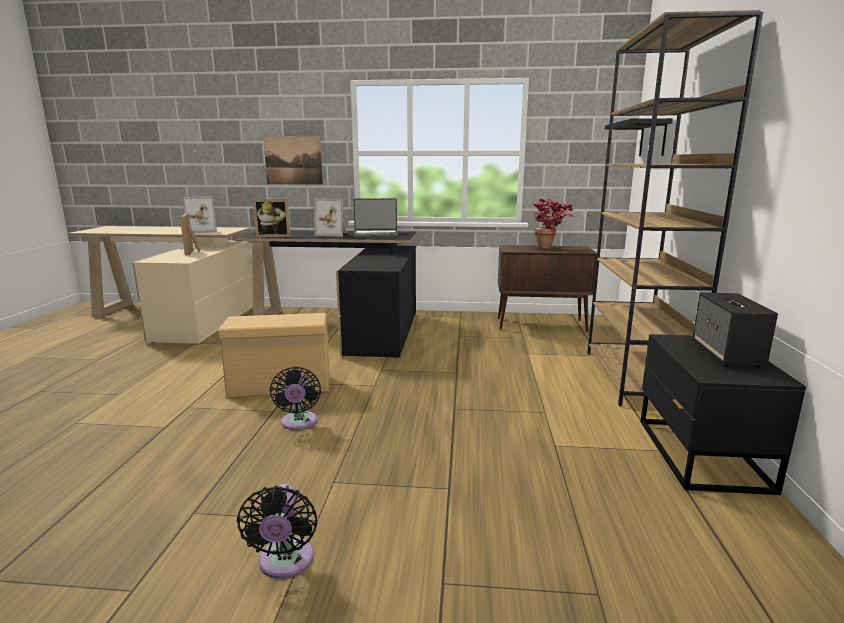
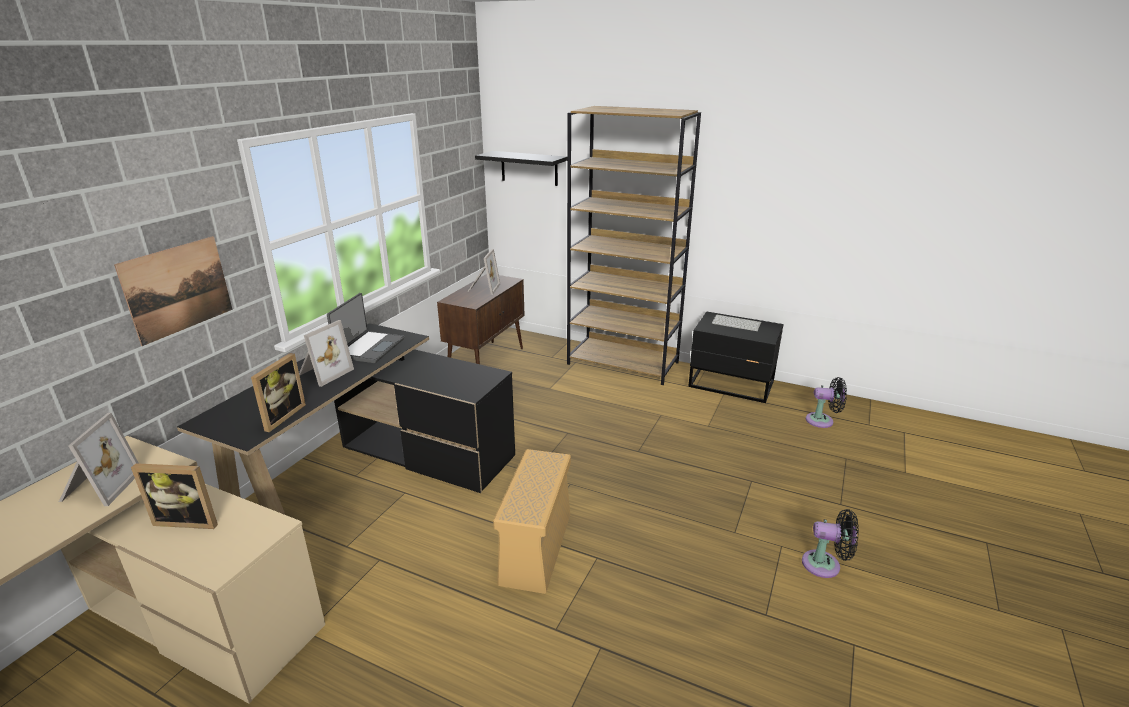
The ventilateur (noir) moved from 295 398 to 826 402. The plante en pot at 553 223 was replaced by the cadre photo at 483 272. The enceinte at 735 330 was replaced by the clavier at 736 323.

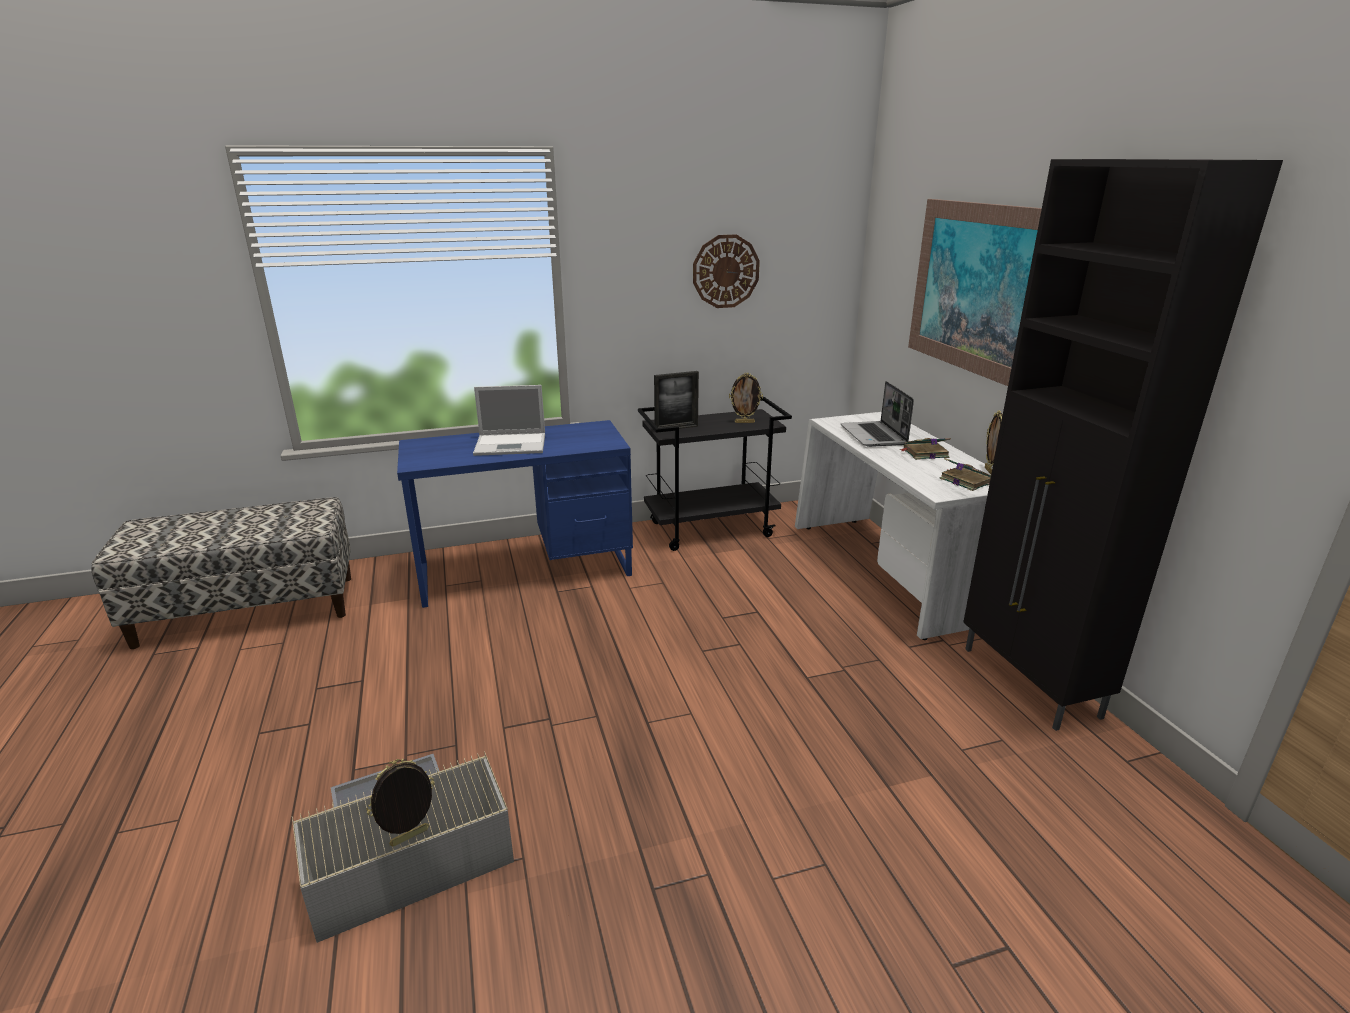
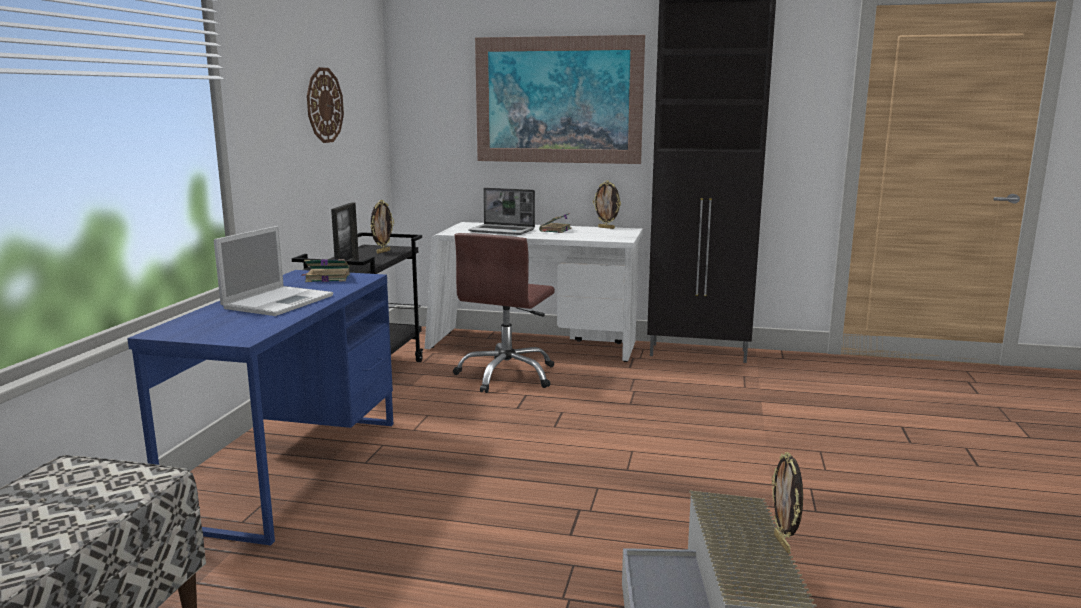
The chaise de bureau (marron) at 504 313 appeared. The livre moved from 965 474 to 326 270.

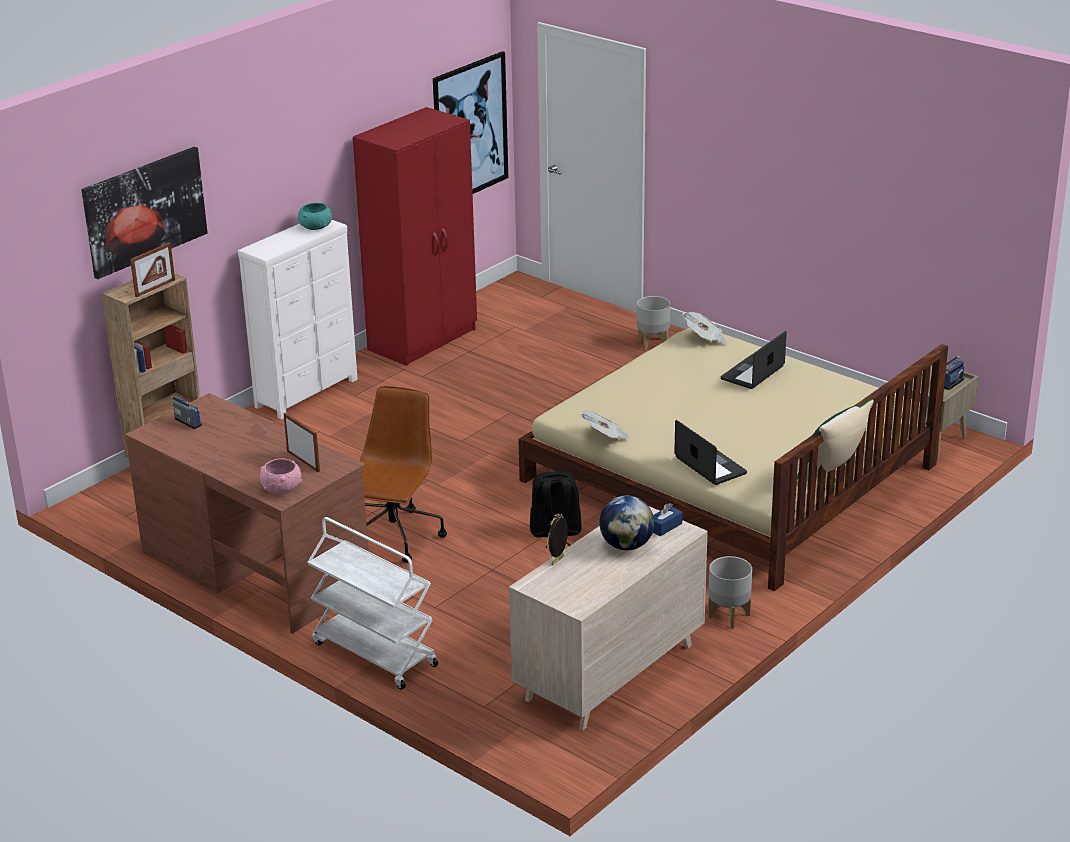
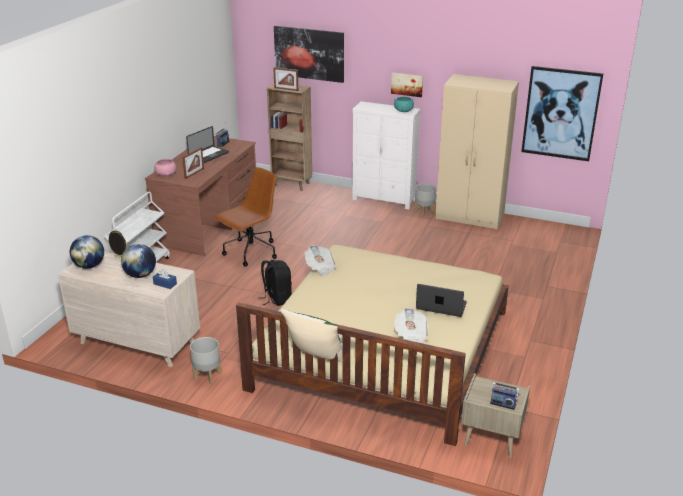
The globe at 87 252 appeared. The tableau at 407 85 appeared. The cache-pot (gris) moved from 653 323 to 425 200. The ordinateur portable moved from 710 452 to 207 144. The journal moved from 704 328 to 411 325. The armoire (rouge) at 415 236 became the armoire (beige) at 477 152. The chaise de bureau (marron) at 403 474 turned 45 degrees counterclockwise.

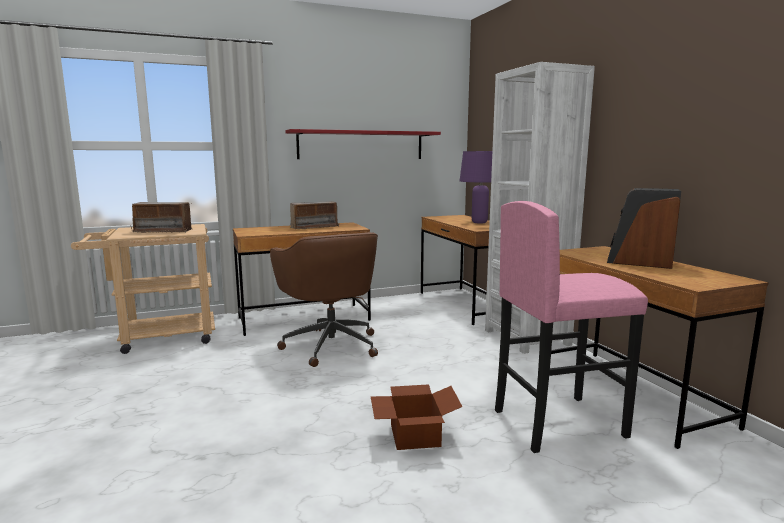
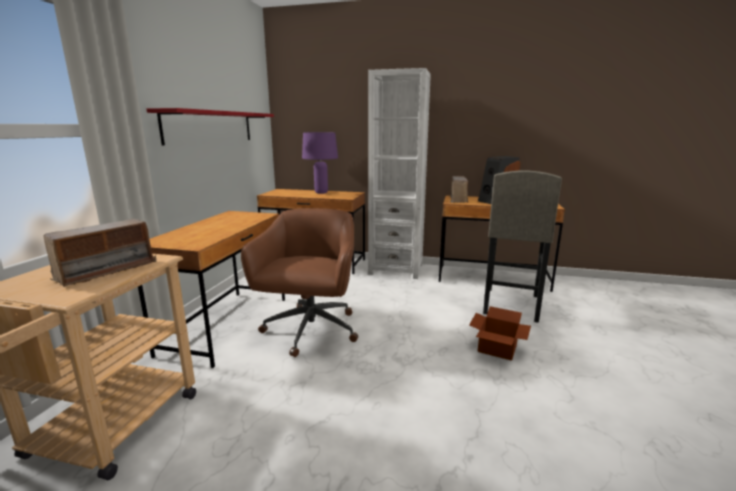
The radio moved from 315 215 to 458 189. The tabouret (rose) at 571 327 became the tabouret (gris) at 522 246. The chaise de bureau (marron) at 324 299 turned 90 degrees counterclockwise.

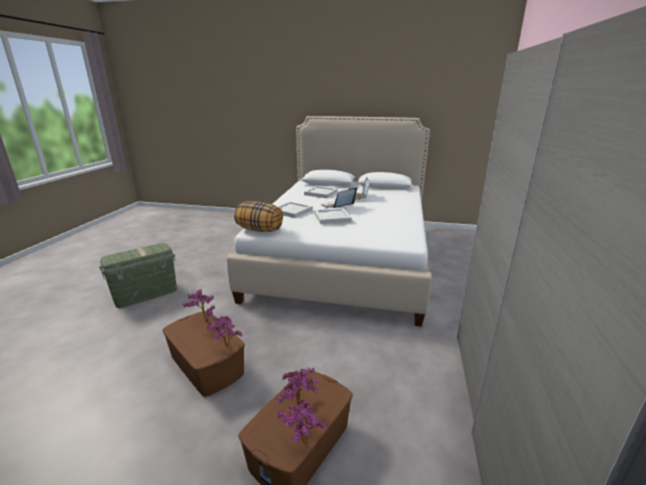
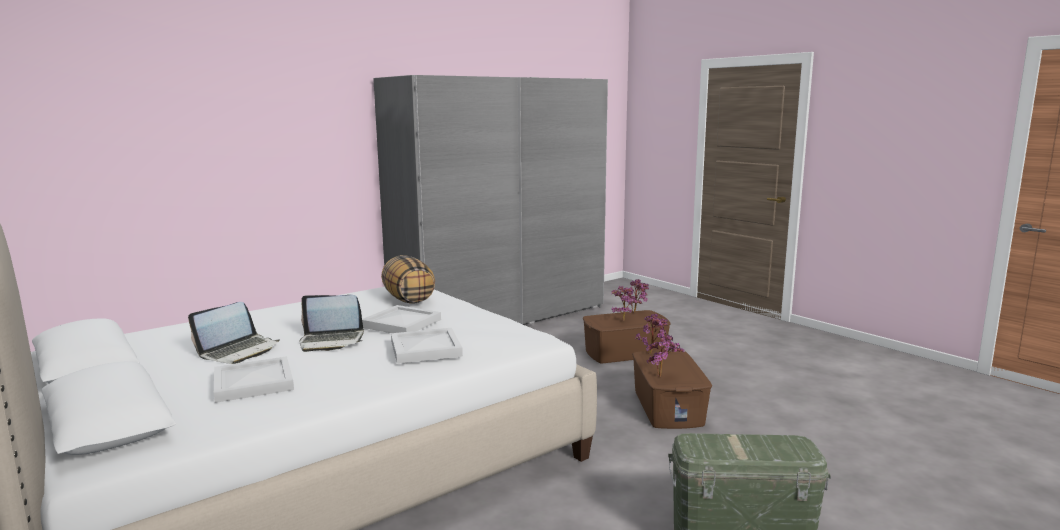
The coussin moved from 258 216 to 408 279.

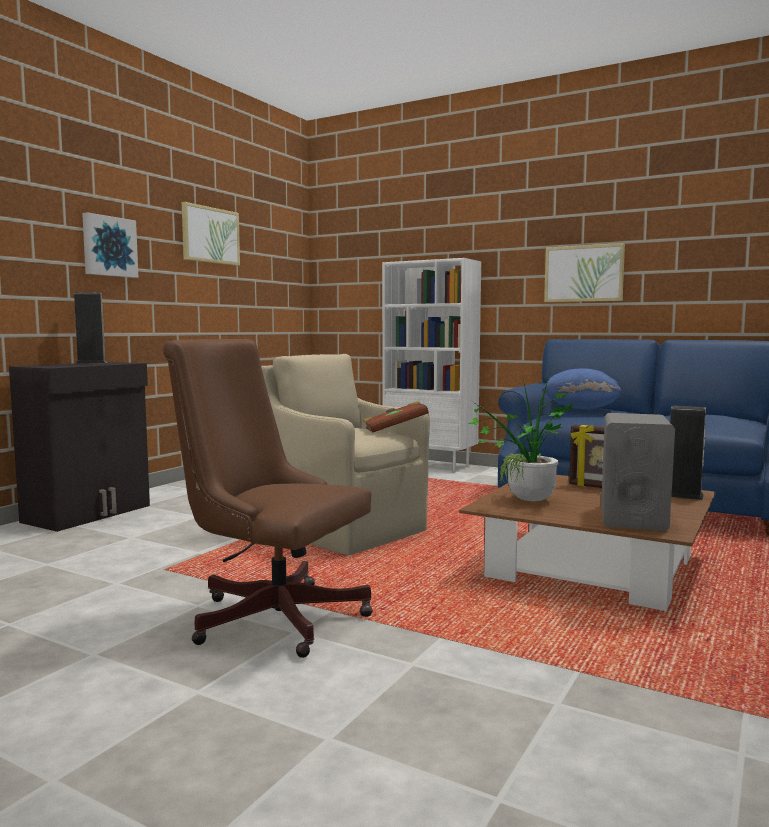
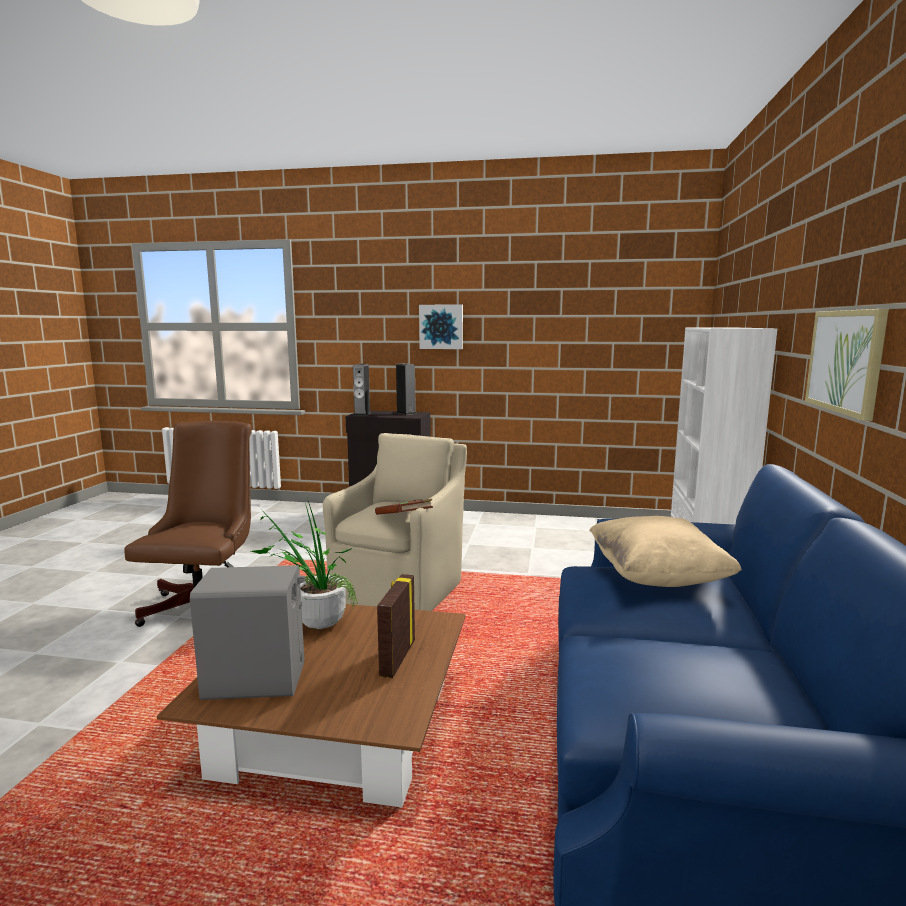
The tableau at 211 234 disappeared. The enceinte moved from 688 452 to 362 390. The coussin (bleu) at 582 389 became the coussin (beige) at 665 551.

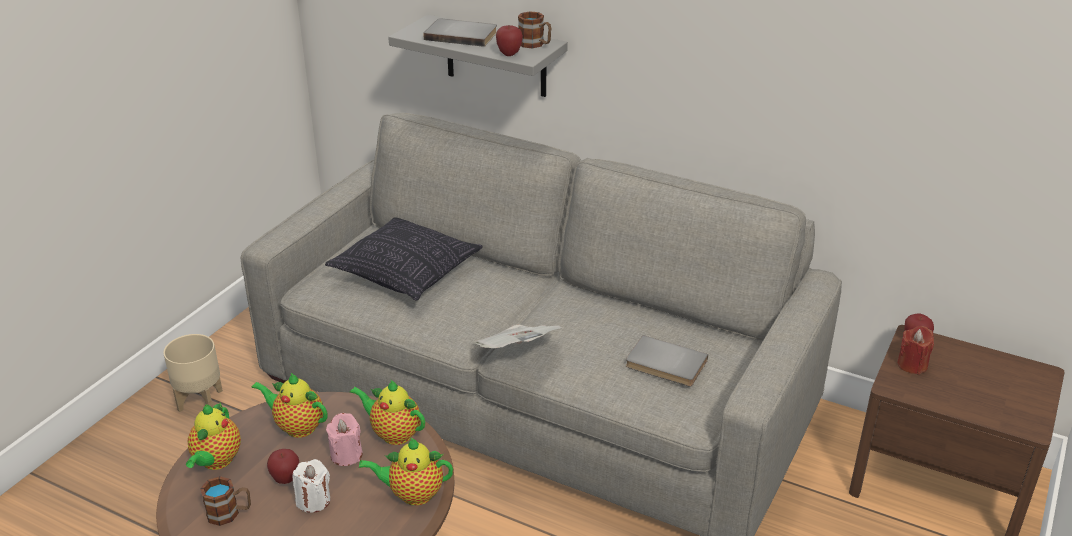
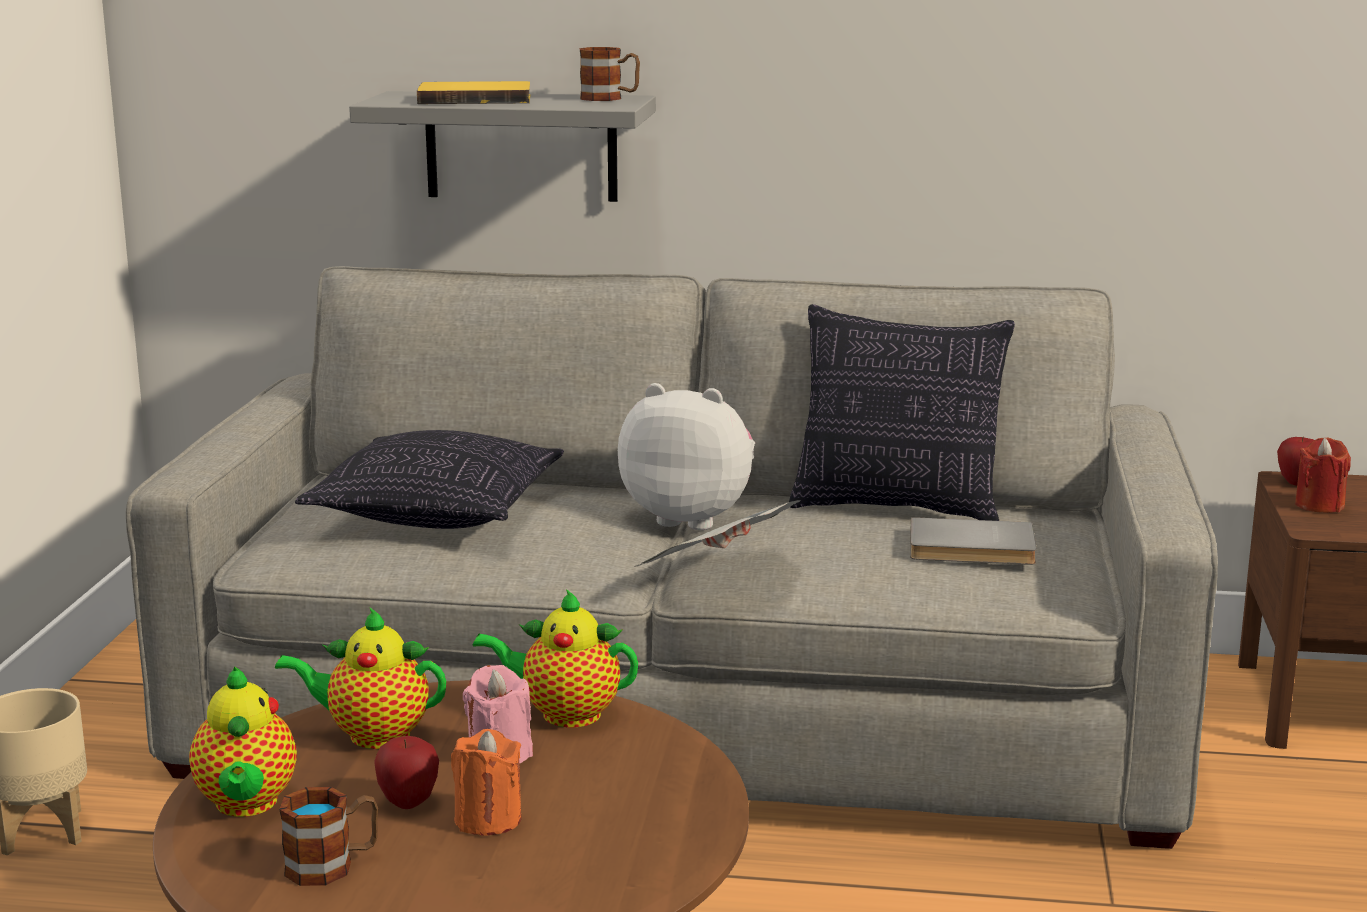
The théière at 406 471 disappeared. The pomme at 509 40 disappeared. The peluche at 686 456 appeared. The coussin at 902 412 appeared. The bougie (blanc) at 311 486 became the bougie (orange) at 486 782. The livre (gris) at 460 33 became the livre (jaune) at 473 92.

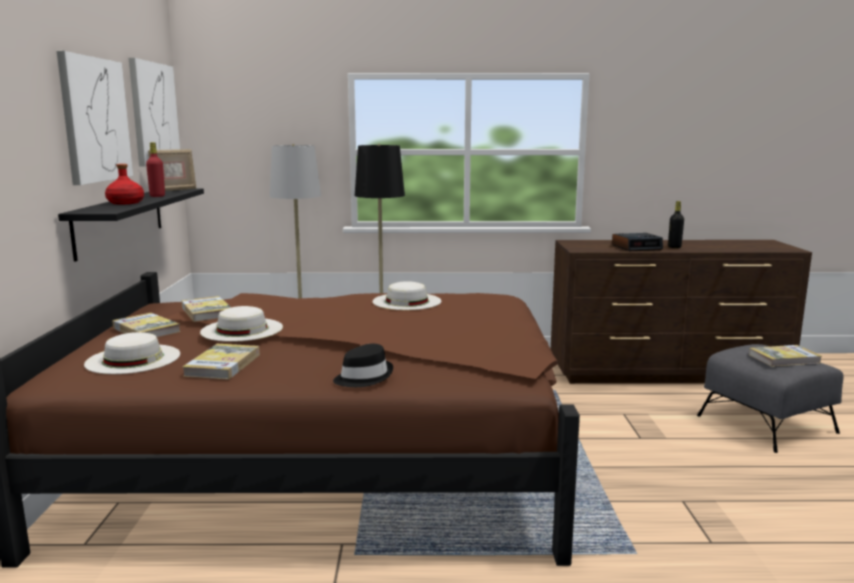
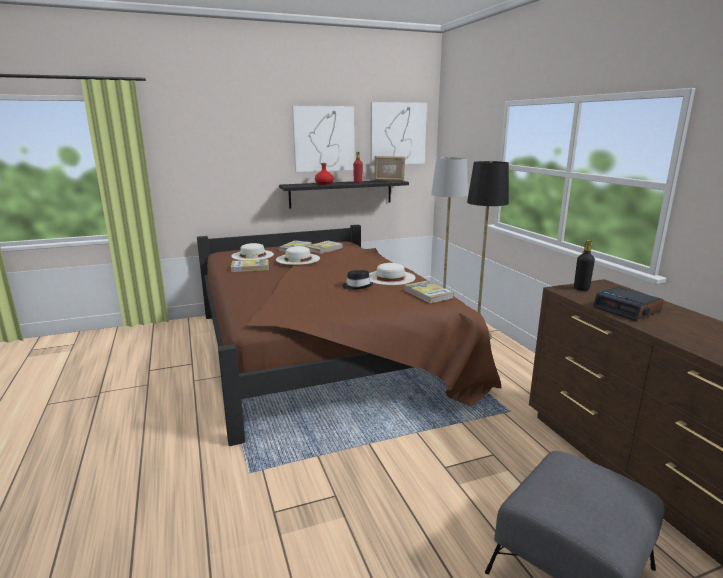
The chapeau (noir) moved from 363 365 to 357 280. The bouteille (noir) moved from 676 224 to 584 265. The livre moved from 785 356 to 429 292.

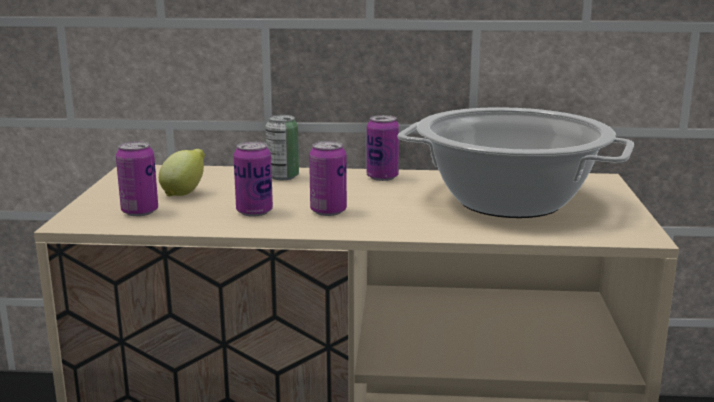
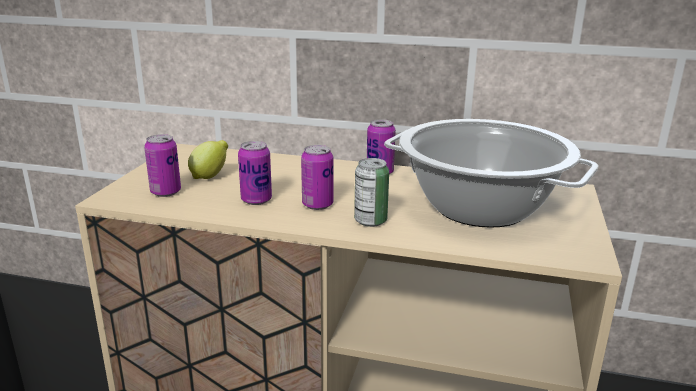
The boîte métallique moved from 282 147 to 371 192.

